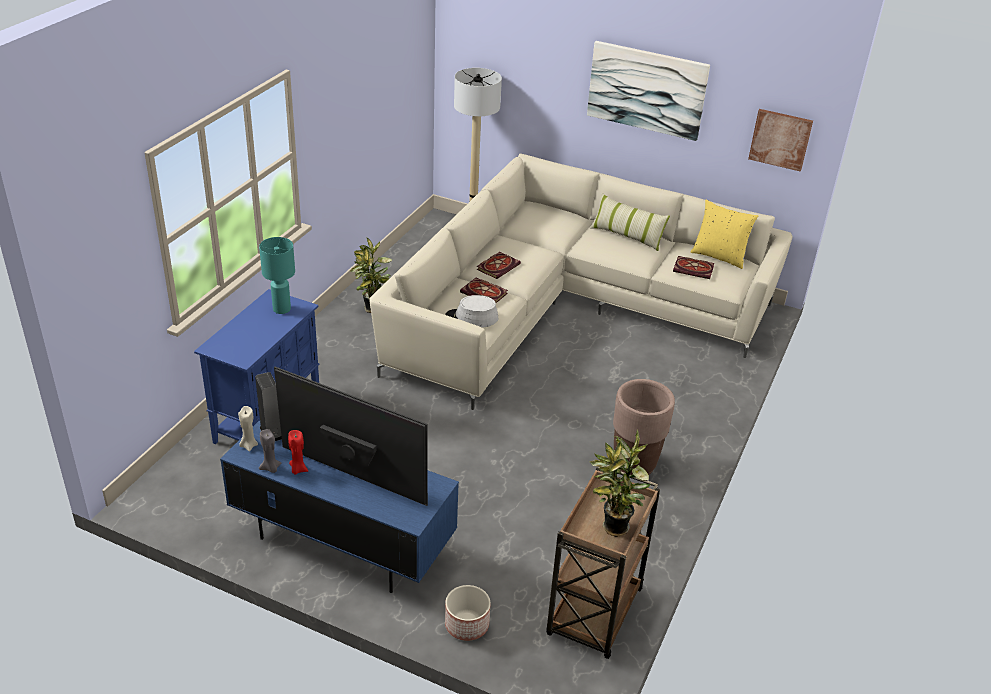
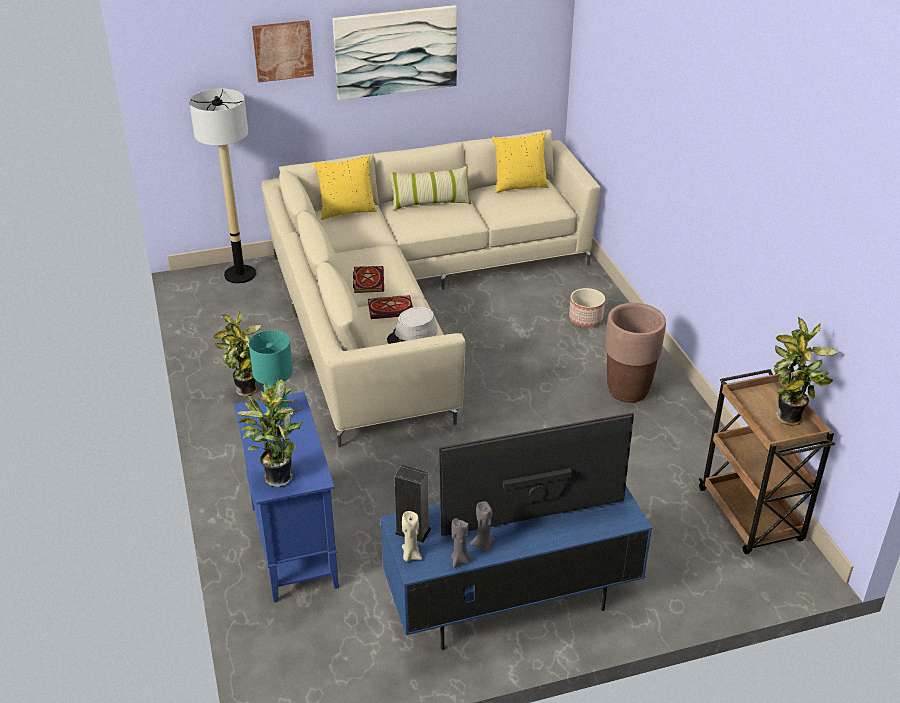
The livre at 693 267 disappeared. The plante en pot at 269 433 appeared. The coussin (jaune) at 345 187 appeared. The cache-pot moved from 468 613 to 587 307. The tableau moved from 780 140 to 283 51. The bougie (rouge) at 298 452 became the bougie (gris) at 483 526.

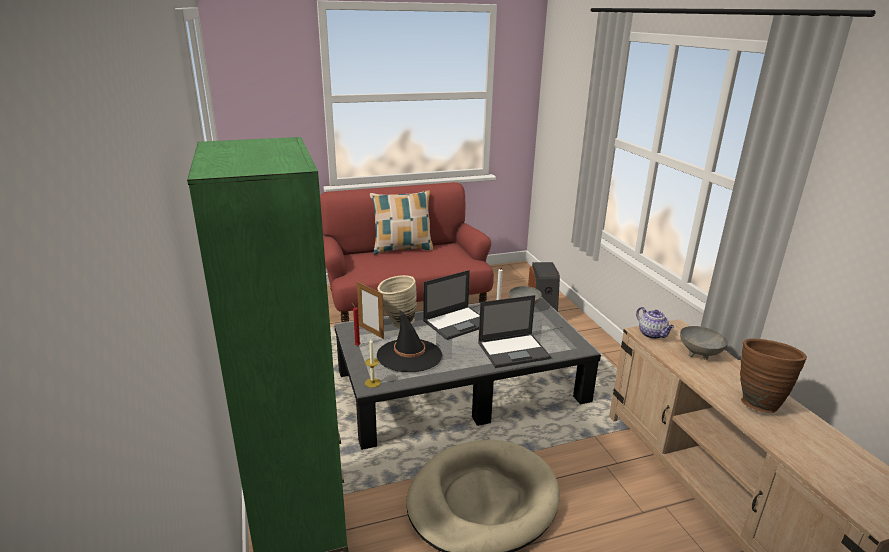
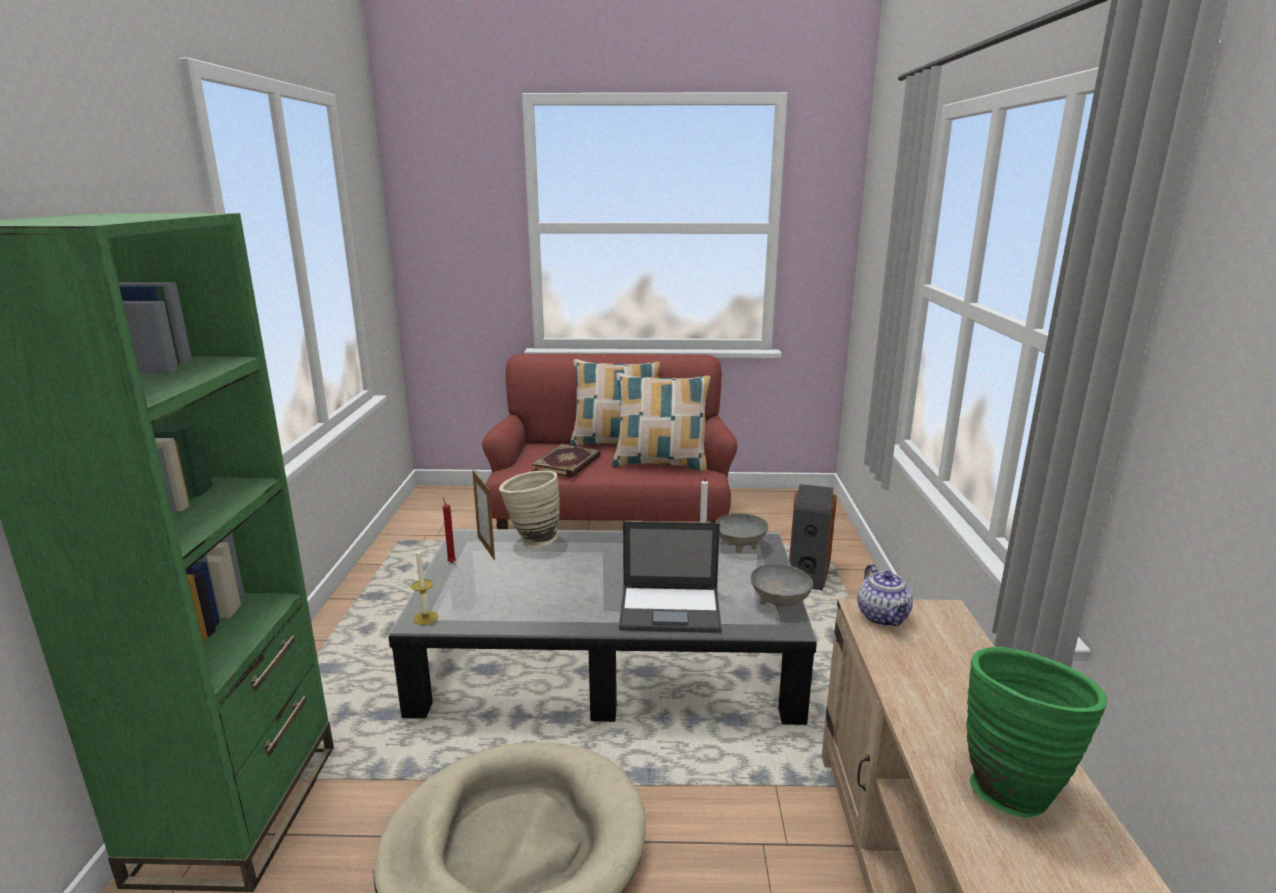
The chapeau (noir) at 409 340 disappeared. The ordinateur portable at 451 305 disappeared. The livre at 566 461 appeared. The coussin at 661 422 appeared. The bol (gris) moved from 704 343 to 782 588. The vase (marron) at 773 375 became the vase (vert) at 1036 732.

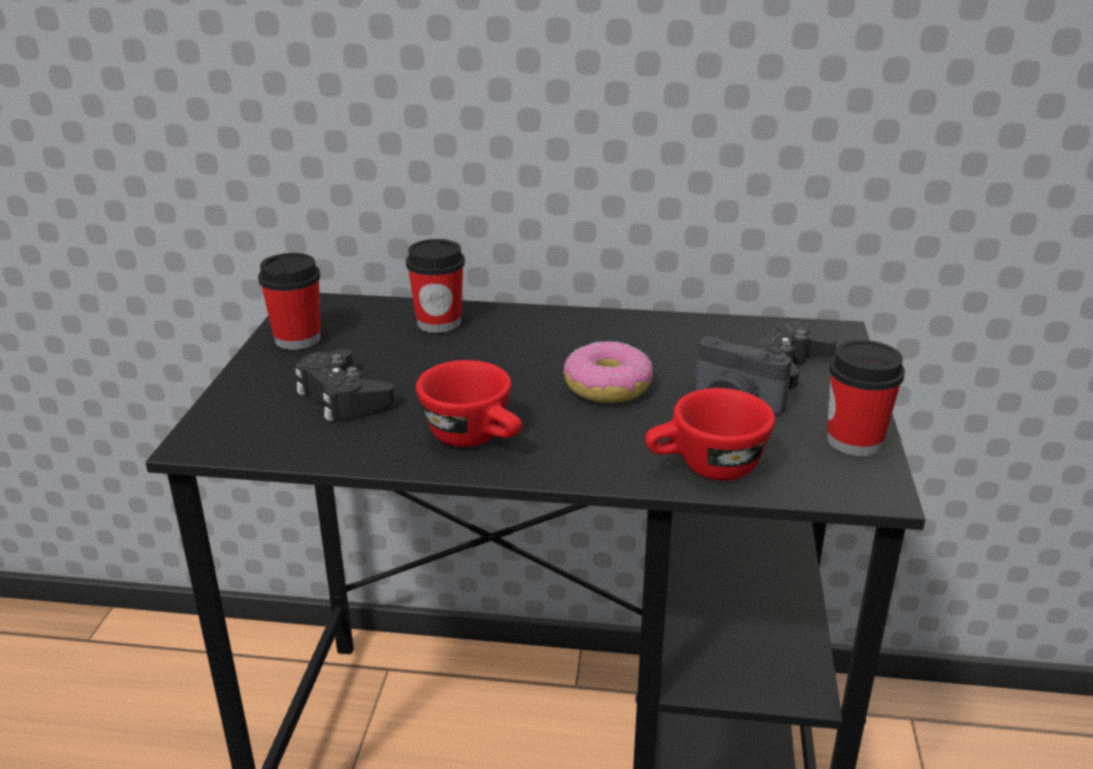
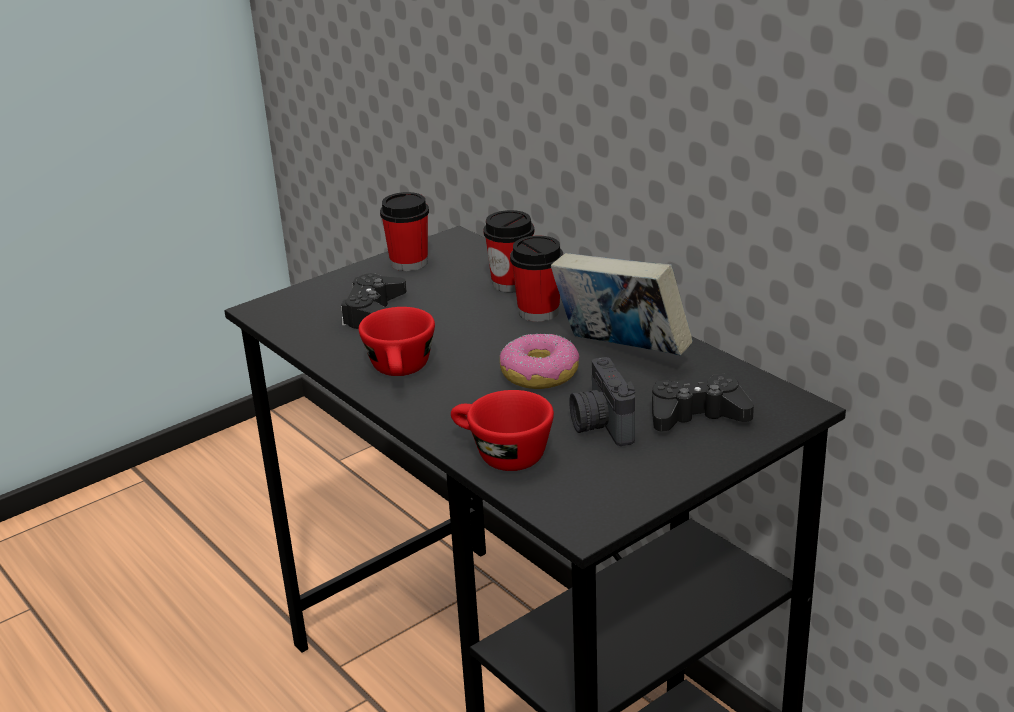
The livre at 622 304 appeared. The tasse moved from 866 398 to 536 278.

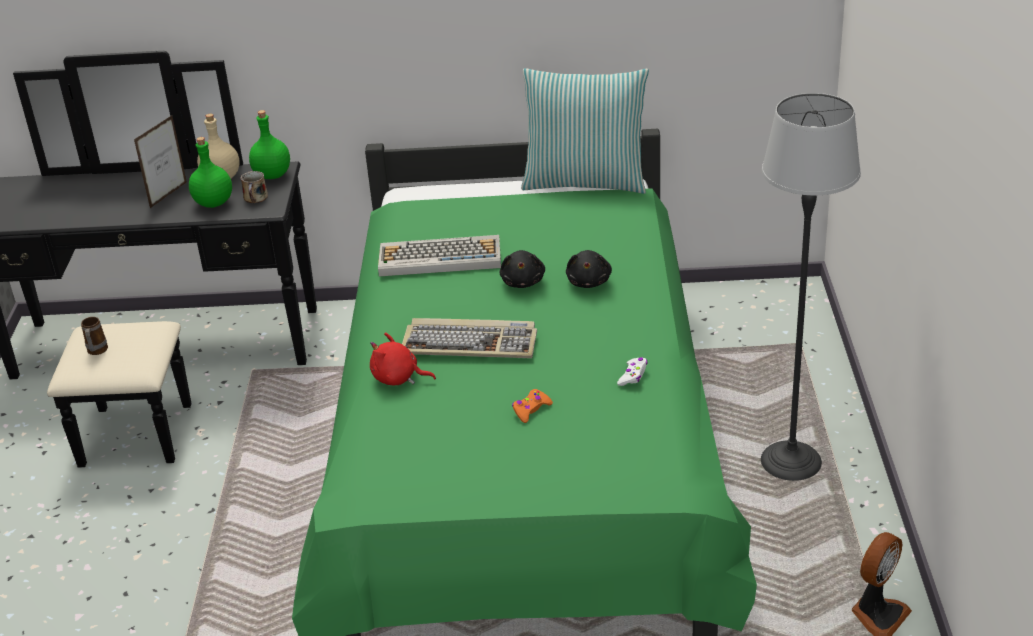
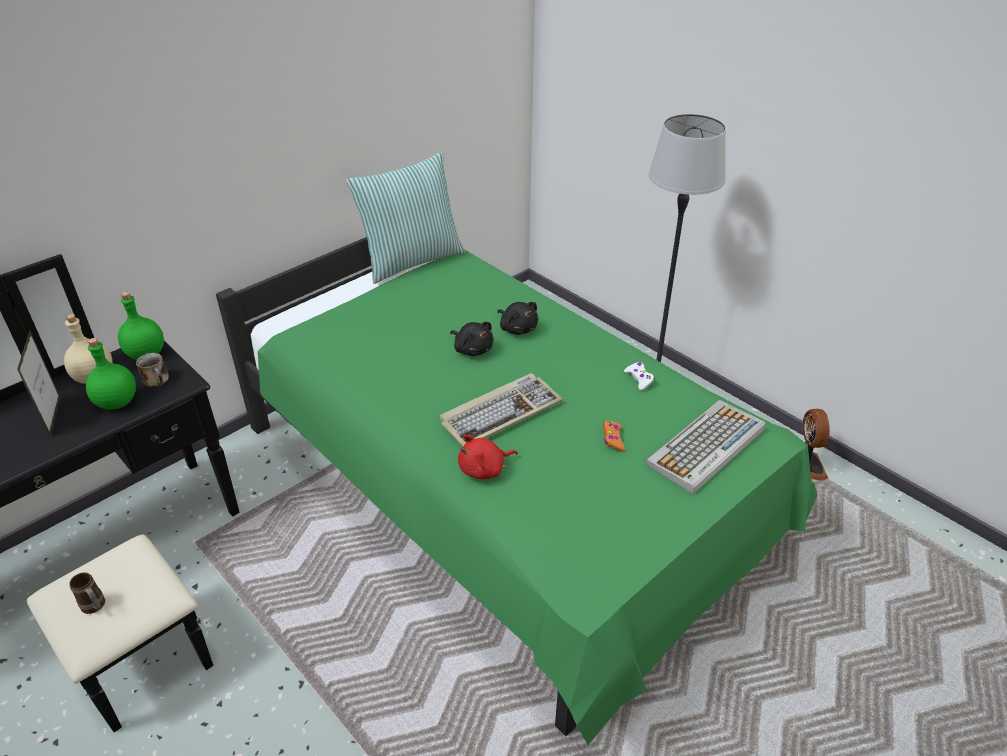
The clavier moved from 439 256 to 705 447.

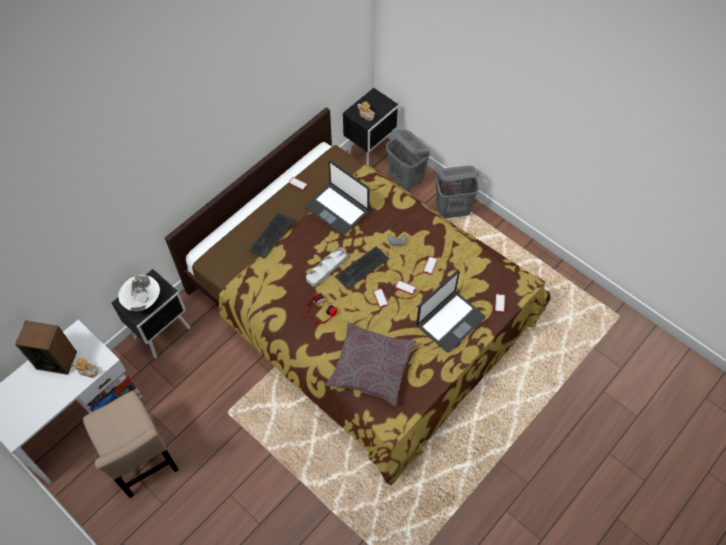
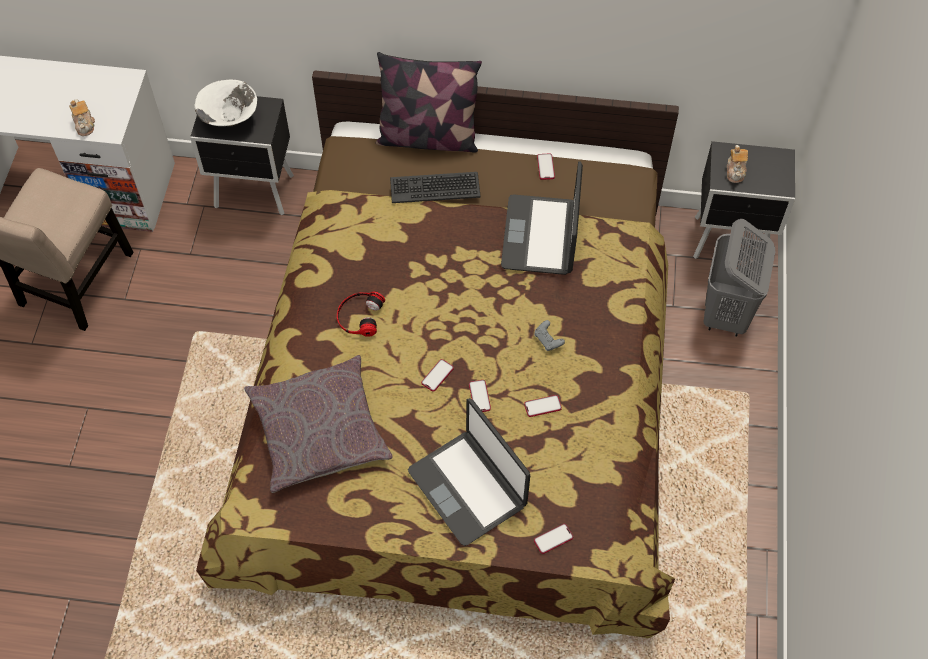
The enceinte at 46 347 disappeared. The plateau (gris) at 326 267 disappeared. The clavier at 362 267 disappeared. The panier à linge (gris) at 457 192 disappeared. The coussin at 429 102 appeared. The ordinateur portable at 450 312 turned 45 degrees clockwise.

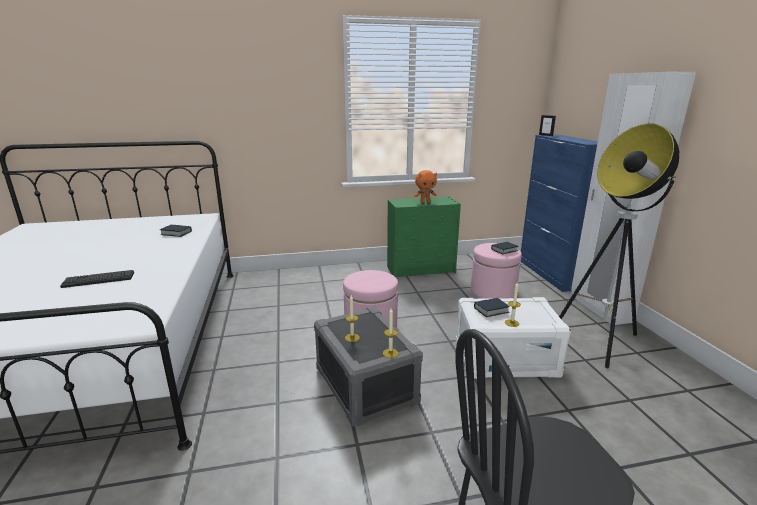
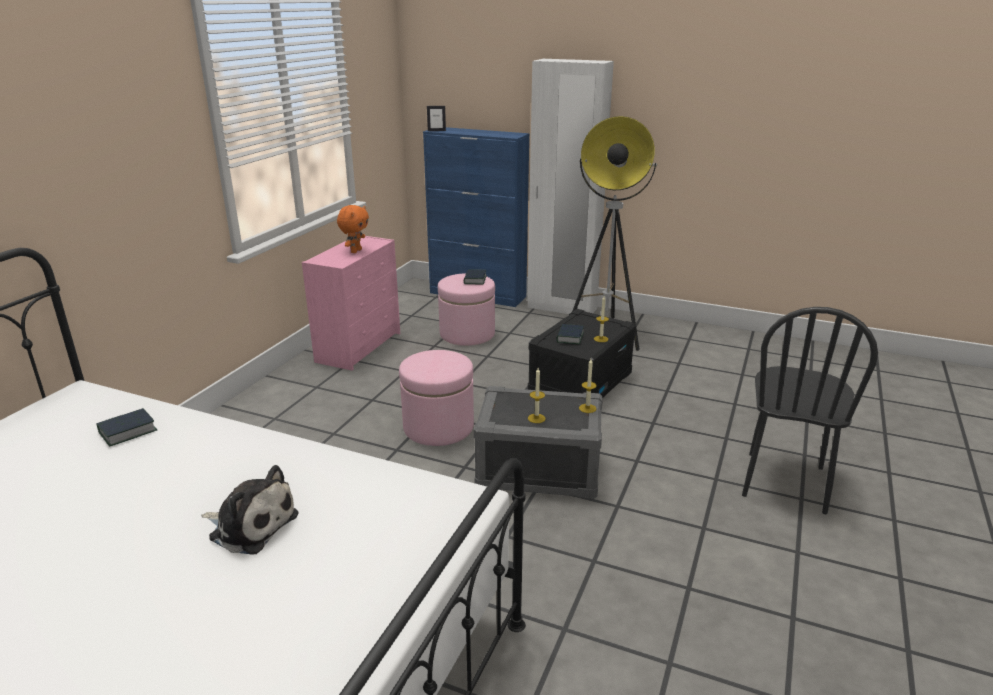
The clavier at 97 279 was replaced by the peluche at 249 510. The commode (vert) at 424 236 became the commode (rose) at 351 303. The boîte de rangement (blanc) at 513 338 became the boîte de rangement (noir) at 582 353.

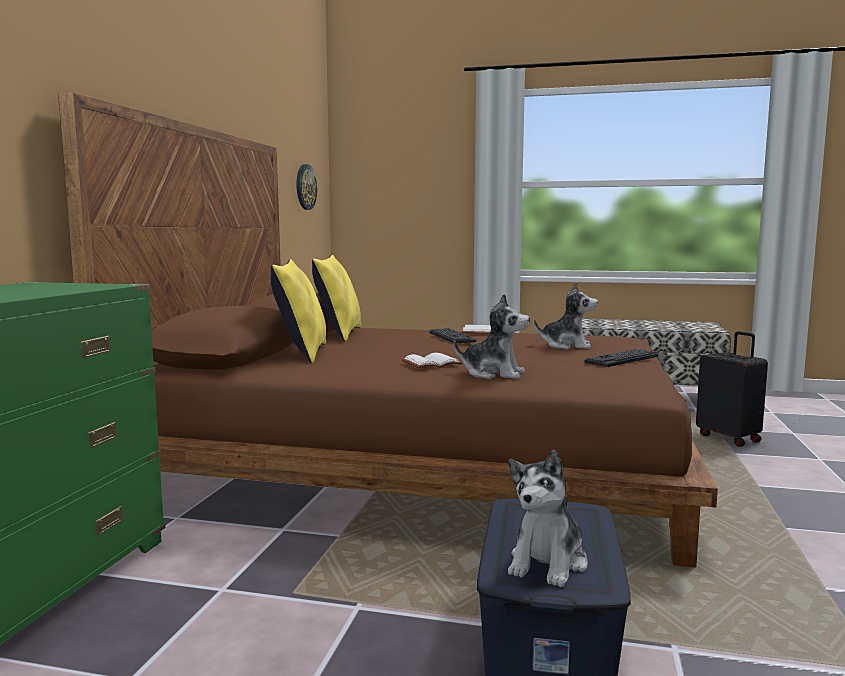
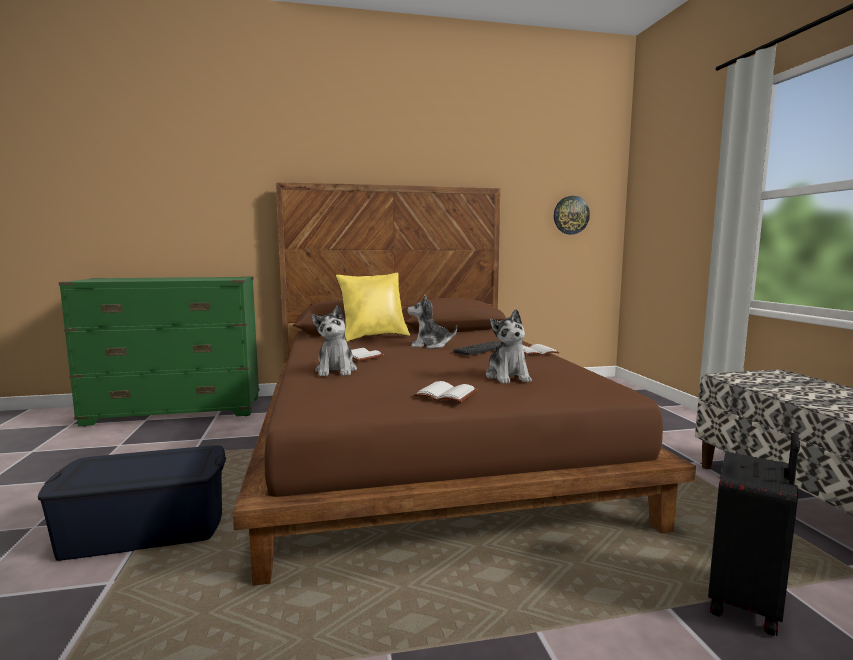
The coussin (jaune) at 337 298 disappeared. The peluche moved from 548 518 to 432 322. The clavier at 621 358 was replaced by the livre (blanc) at 446 392.

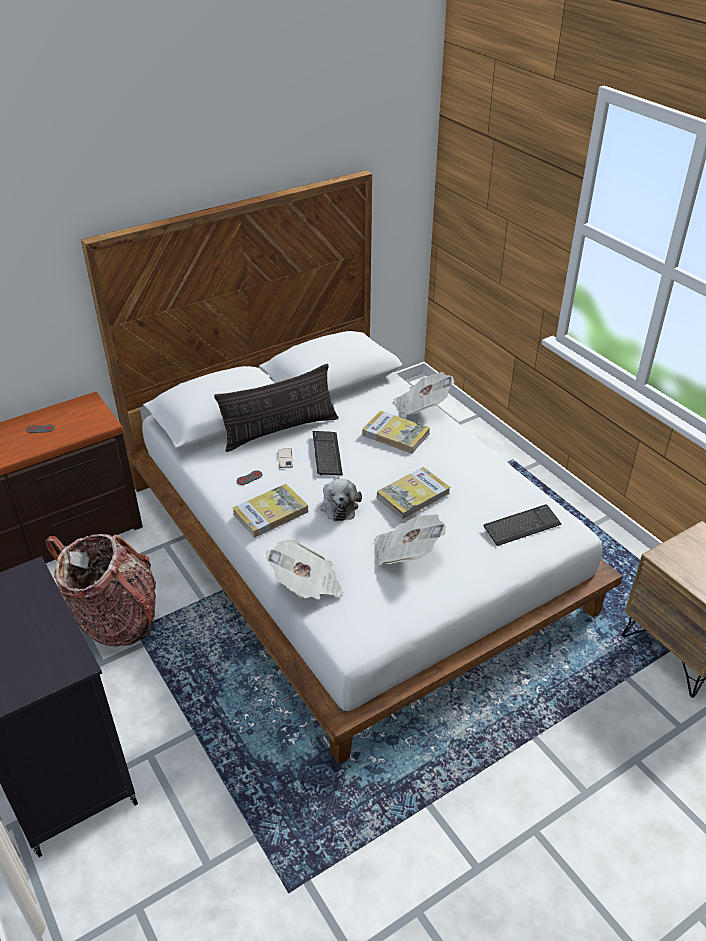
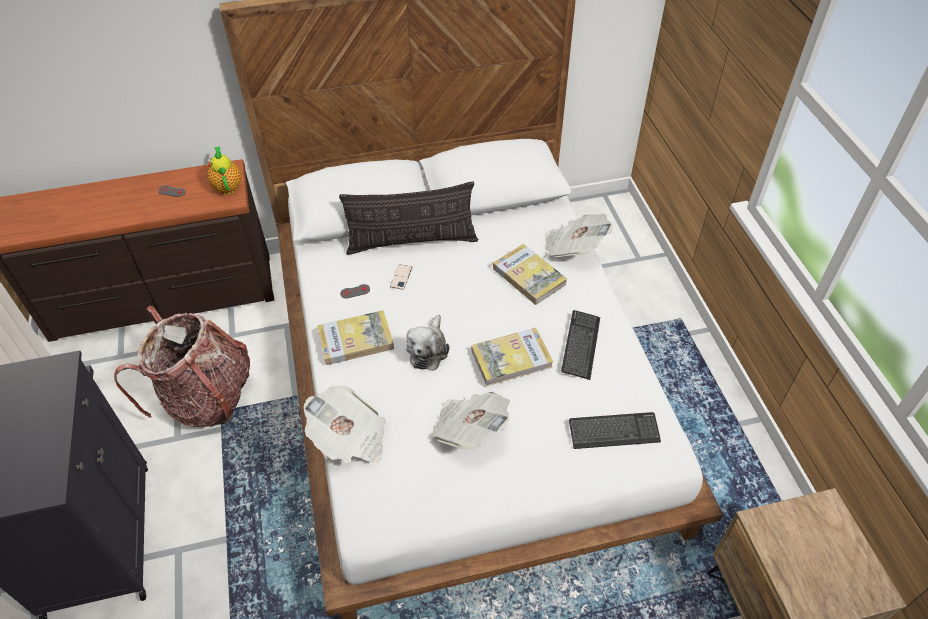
The théière at 224 171 appeared. The clavier moved from 328 453 to 580 345.

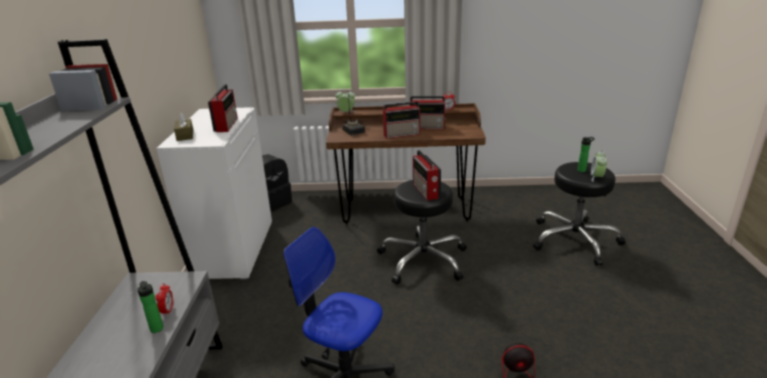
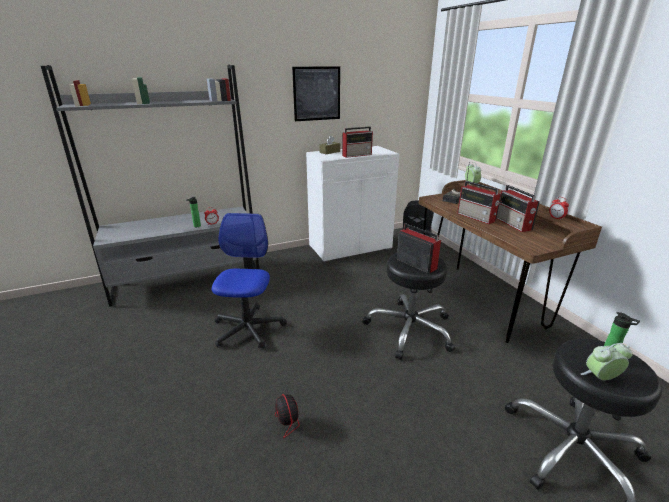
The tableau at 316 93 appeared. The radio at 427 175 turned 90 degrees clockwise.

